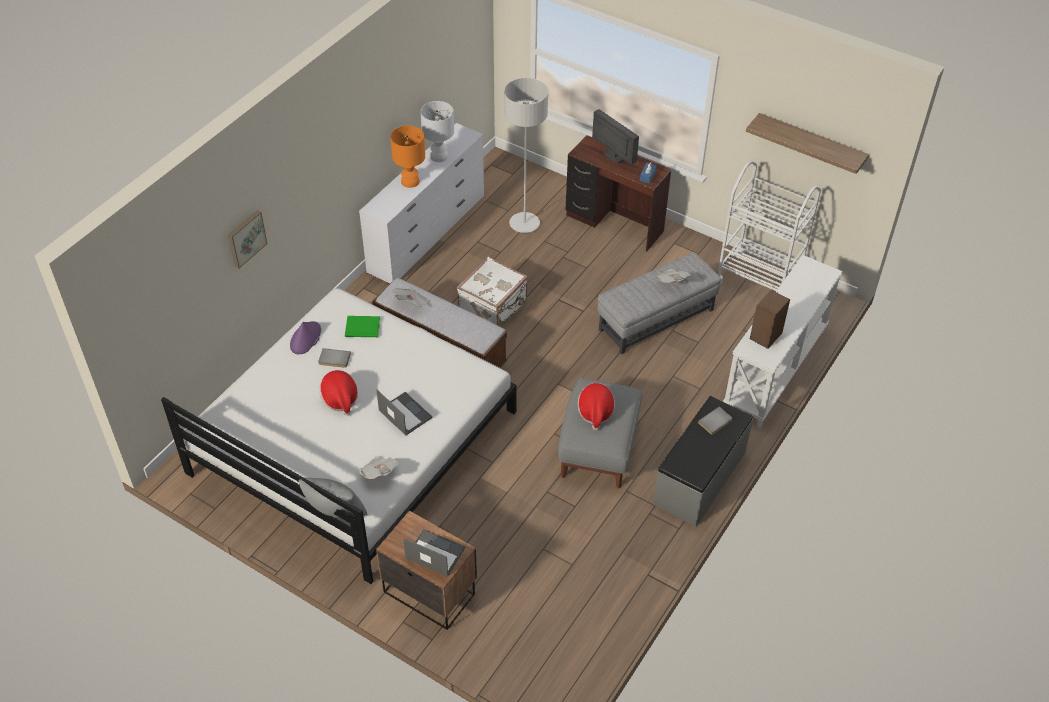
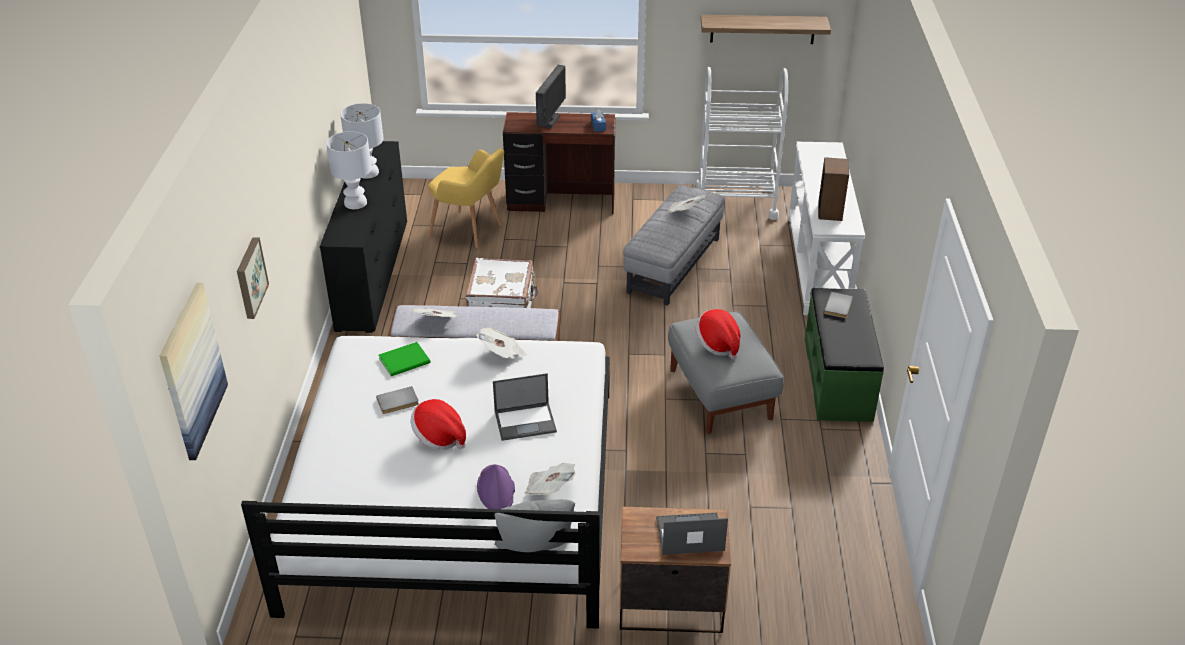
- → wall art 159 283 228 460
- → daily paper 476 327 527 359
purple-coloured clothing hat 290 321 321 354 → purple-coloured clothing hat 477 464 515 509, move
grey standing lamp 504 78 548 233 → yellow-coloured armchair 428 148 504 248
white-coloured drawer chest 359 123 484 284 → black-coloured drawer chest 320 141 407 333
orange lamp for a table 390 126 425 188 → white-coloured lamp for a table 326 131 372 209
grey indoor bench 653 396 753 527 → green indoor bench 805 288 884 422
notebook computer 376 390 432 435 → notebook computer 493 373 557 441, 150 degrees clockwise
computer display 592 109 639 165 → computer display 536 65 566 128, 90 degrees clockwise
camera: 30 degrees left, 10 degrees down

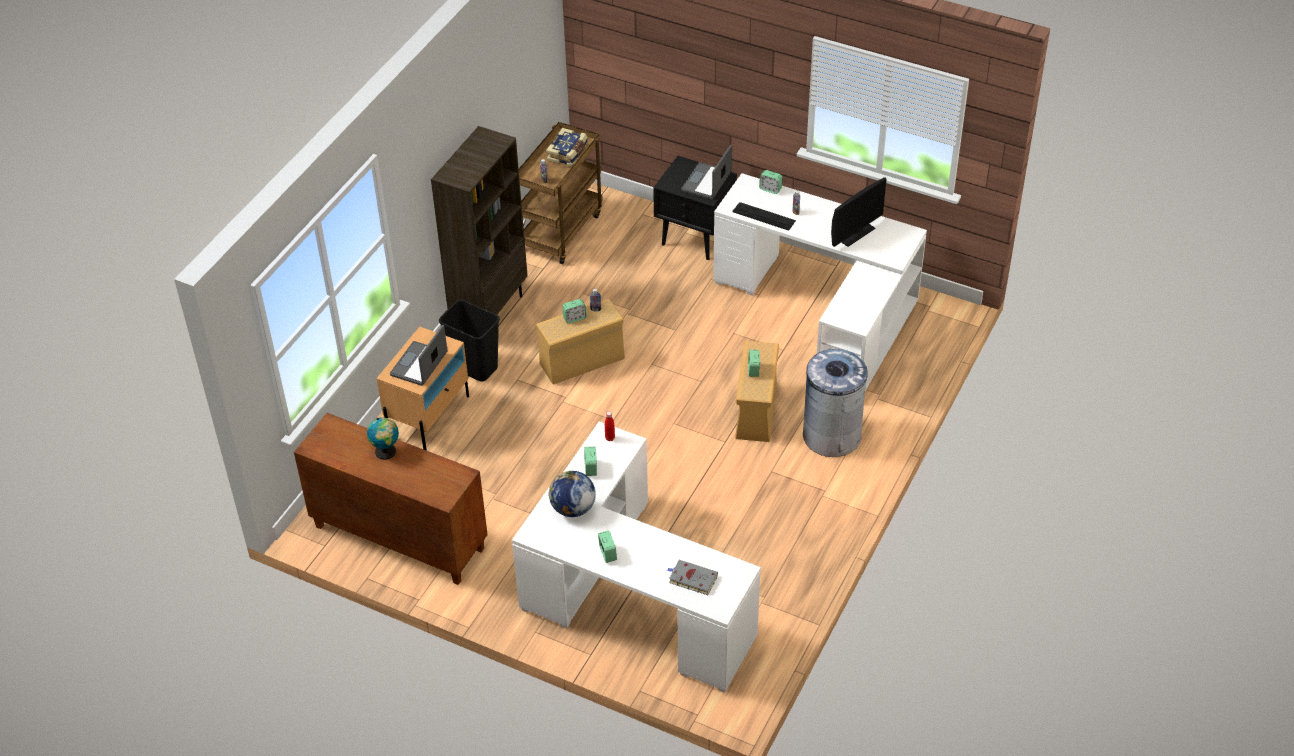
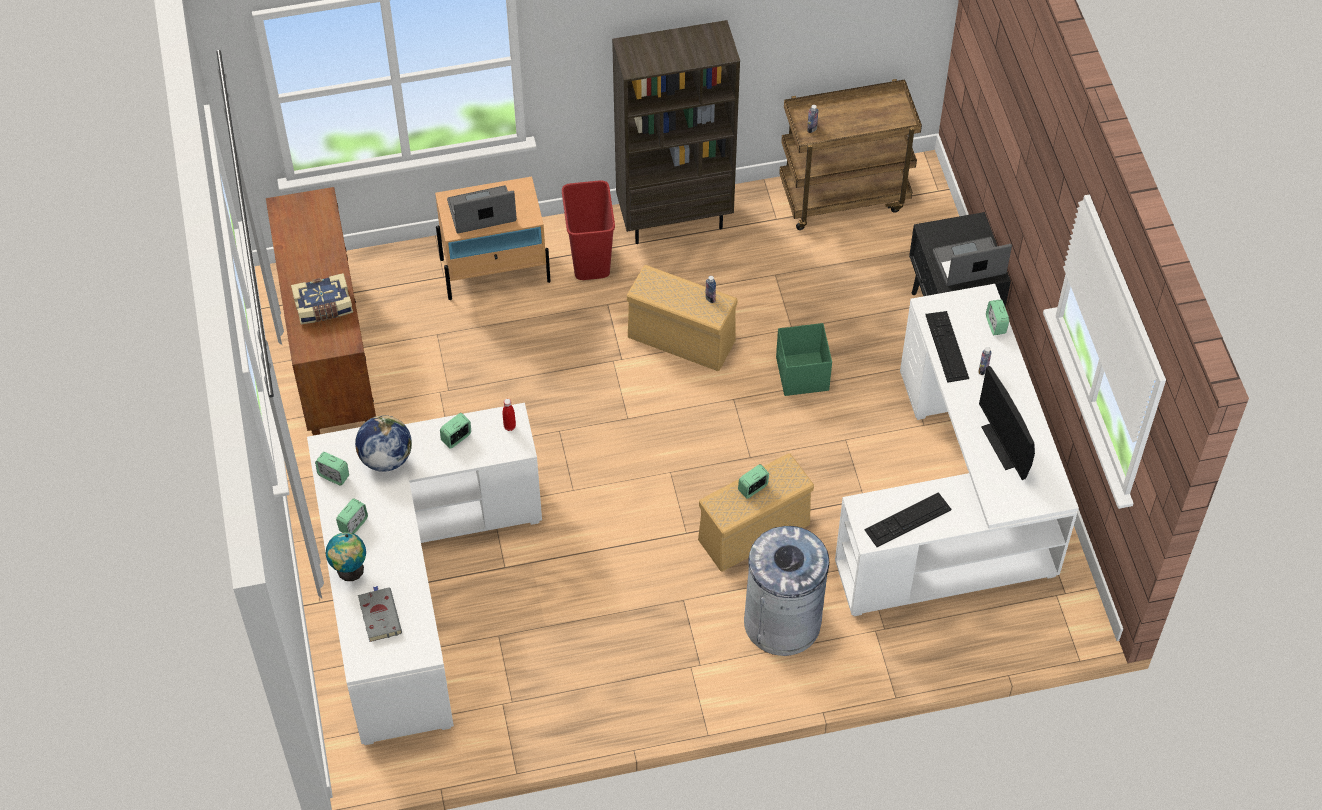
- → green storage bin 776 323 832 396
- → keyboard 864 492 951 547
globe 367 417 399 460 → globe 326 532 366 581, move
volume 546 128 588 167 → volume 291 273 353 325, move
table clock 562 299 586 324 → table clock 315 452 349 486, move
black-coloured rubbish bin 439 300 500 382 → red rubbish bin 562 180 615 280
computer display 831 177 887 247 → computer display 979 366 1035 480, 60 degrees clockwise
camera: 50 degrees right, 10 degrees up

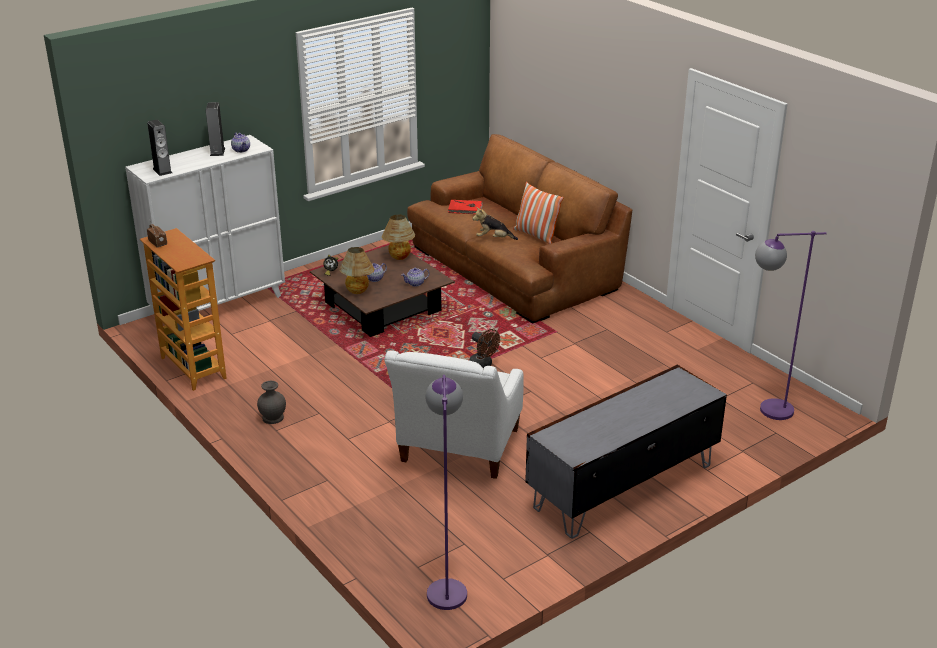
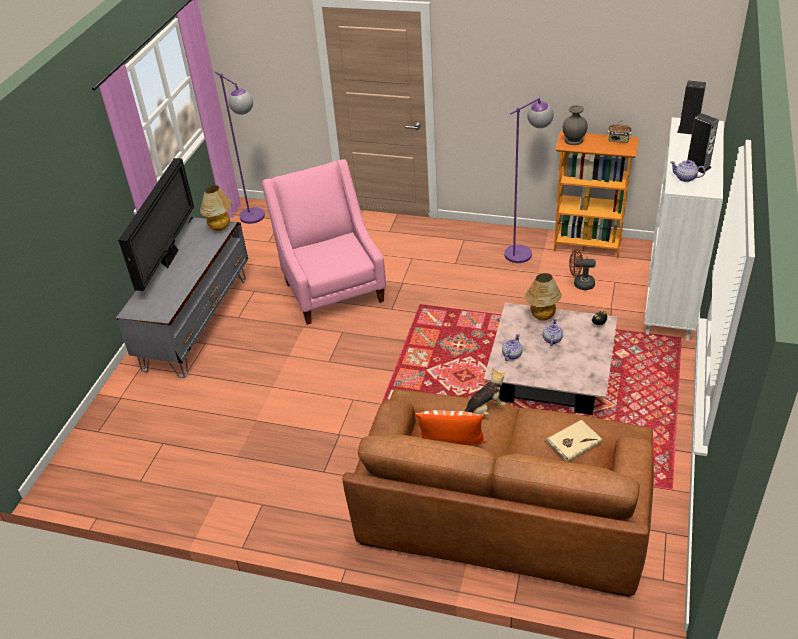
- → television 118 158 194 291
grey vase 257 381 286 424 → grey vase 563 105 588 145, move
lamp for a table 382 215 415 260 → lamp for a table 200 185 232 231, move
brown-coloured electric fan 469 329 500 369 → brown-coloured electric fan 569 249 596 290, move
purple-coloured standing lamp 755 231 827 420 → purple-coloured standing lamp 504 98 554 263, move
brown-coloured low table 310 245 455 337 → pink low table 484 303 617 415
white-coloured armchair 385 350 524 479 → pink armchair 262 159 386 325
red volume 448 200 483 214 → beige volume 545 420 602 462
camera: 145 degrees right, 10 degrees up

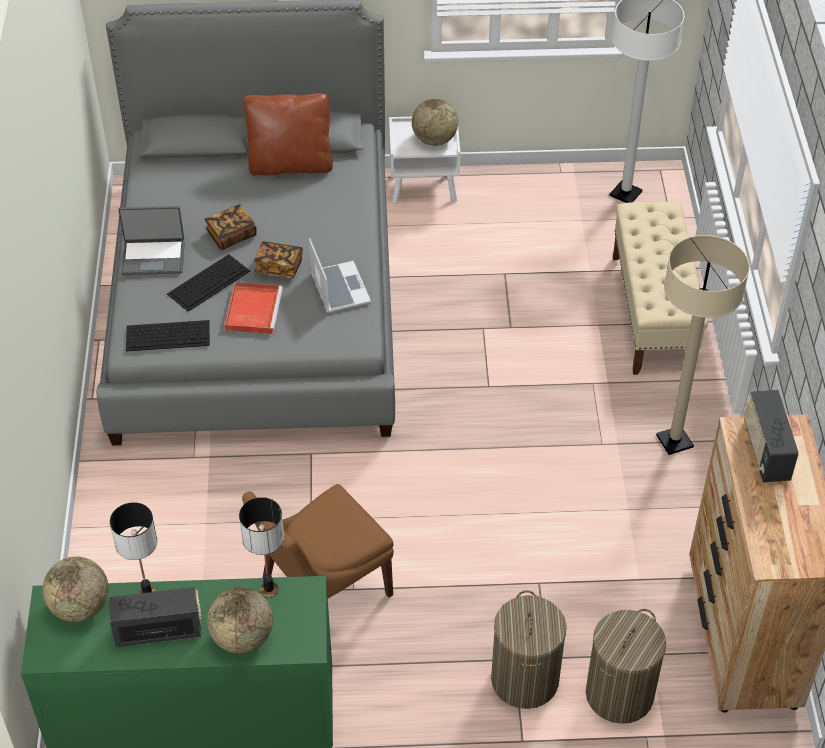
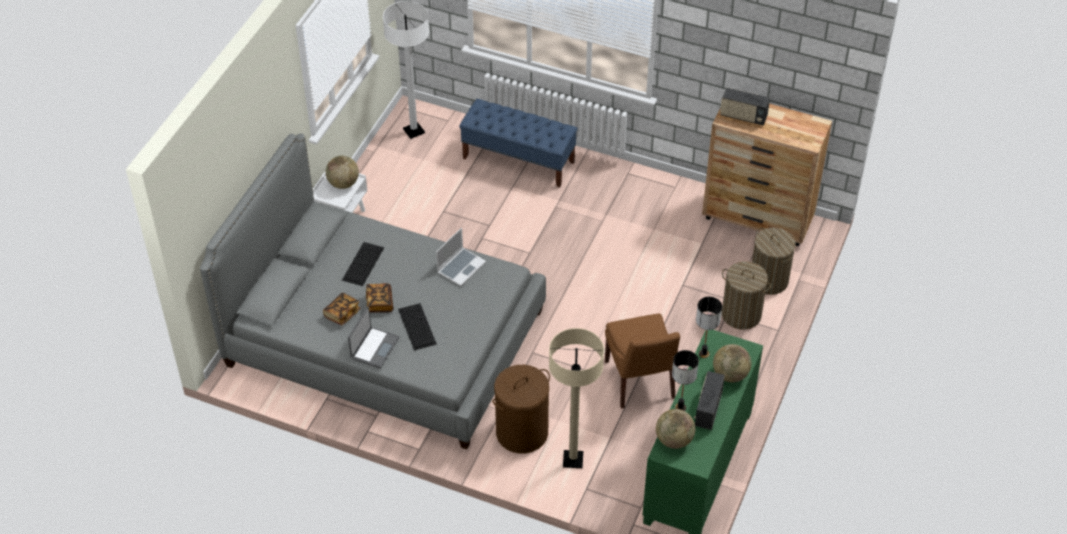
red serving tray 224 282 283 334 → -
brown-coloured throw pillow 243 93 333 176 → -
- → brown-coloured washing basket 492 365 550 454
keyboard 126 320 210 352 → keyboard 342 242 384 286, move
volume 254 241 303 278 → volume 323 293 360 325, move
beige standing lamp 656 235 750 455 → beige standing lamp 549 328 604 468, move
beige indoor bench 613 201 708 375 → blue indoor bench 459 99 578 188
notebook computer 309 239 371 313 → notebook computer 436 228 486 286, 120 degrees clockwise
camera: 65 degrees left, 0 degrees up

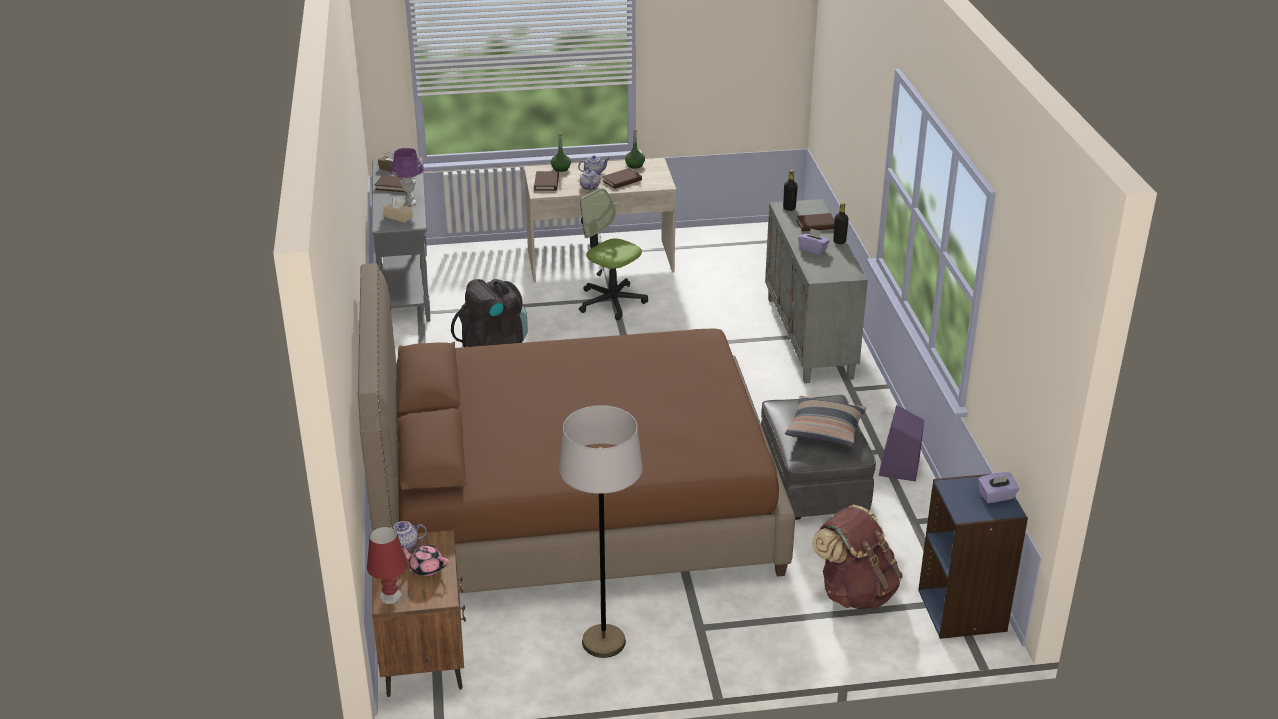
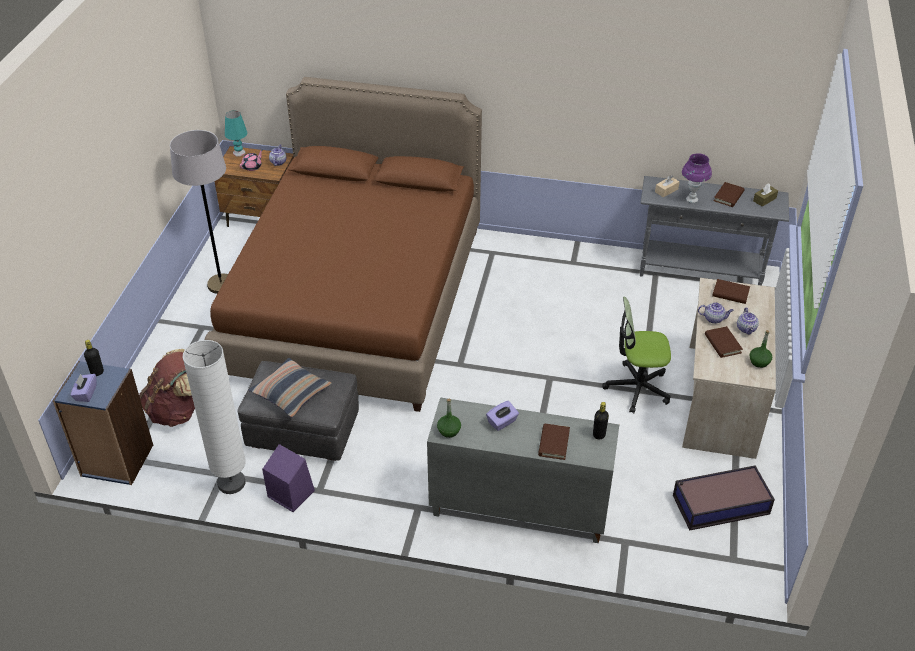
black-coloured backpack 451 279 528 347 → -
- → white-coloured standing lamp 183 340 246 494
- → storage bin 673 465 775 531
green beverage bottle 551 132 571 172 → green beverage bottle 437 399 461 438, move
black-coloured beverage bottle 833 202 848 244 → black-coloured beverage bottle 84 340 104 376, move
red lamp for a table 367 527 407 604 → turquoise lamp for a table 225 110 247 157
office chair 579 188 648 320 → office chair 602 296 671 413, 150 degrees counterclockwise
camera: 110 degrees right, 10 degrees up

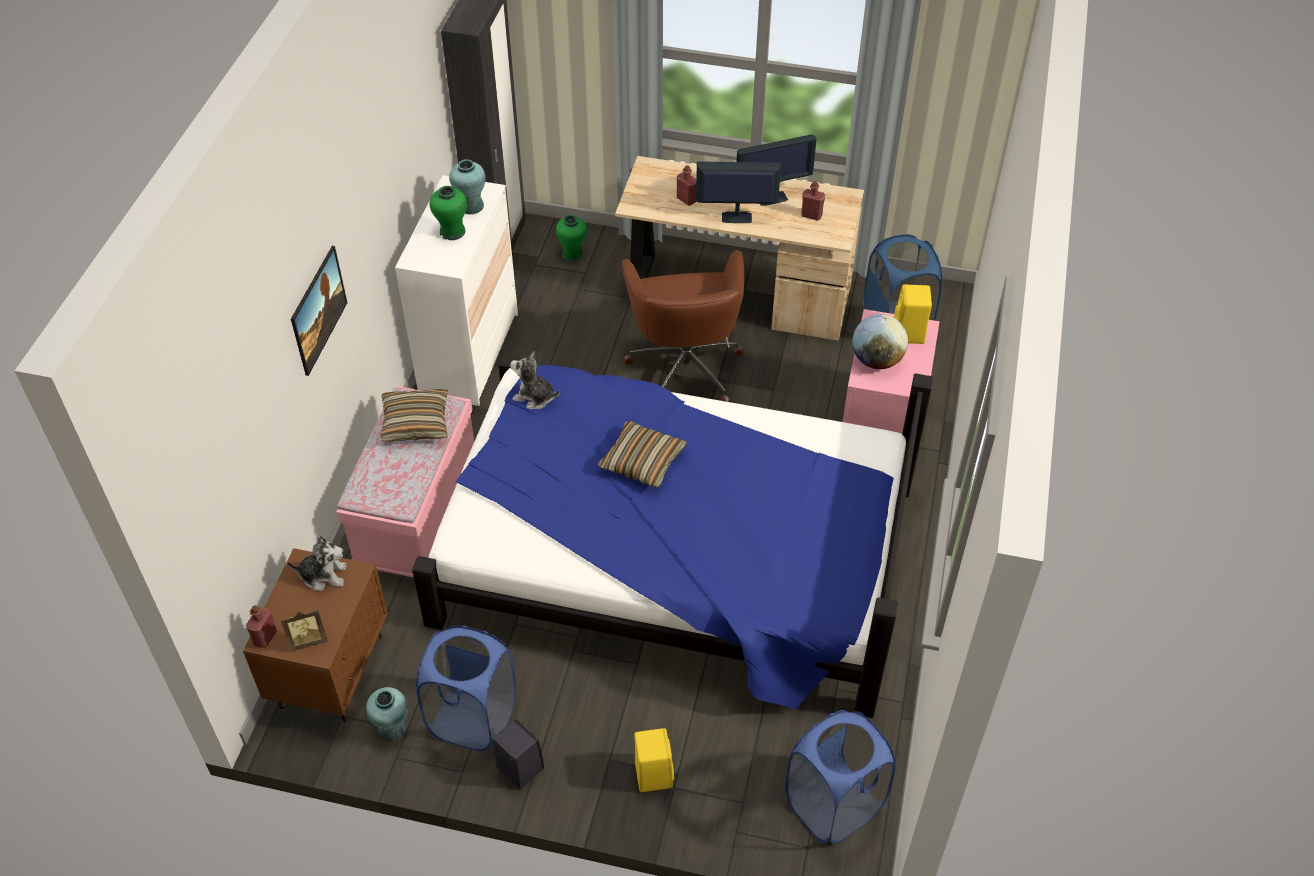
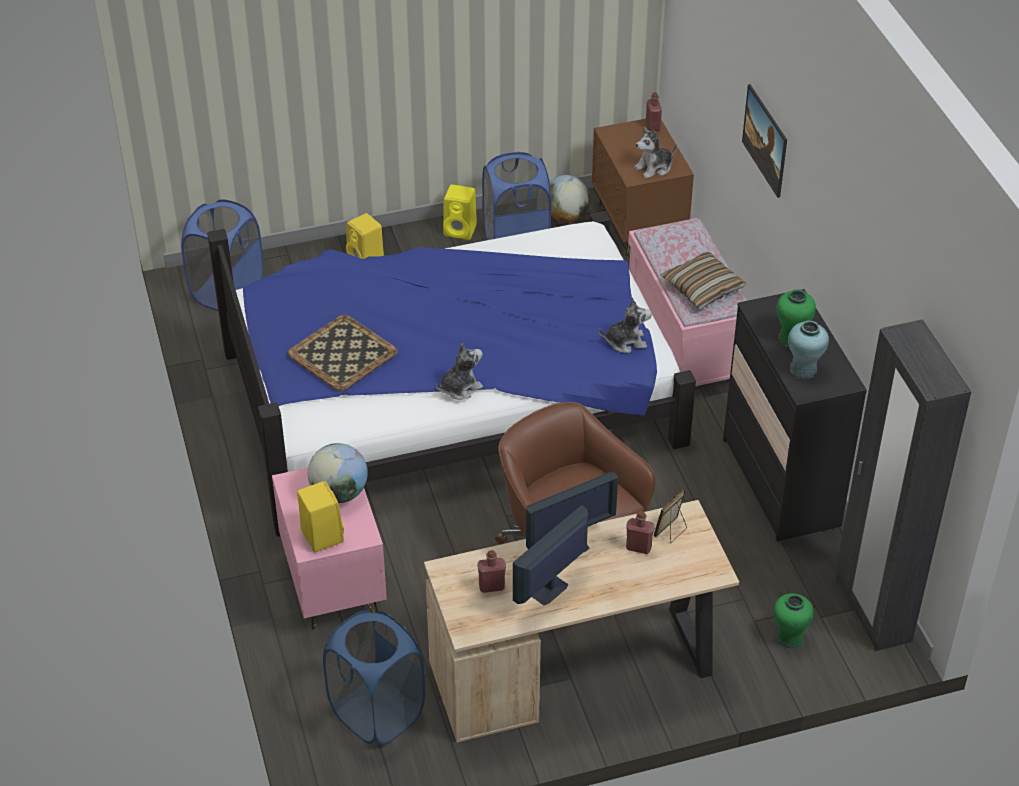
throw pillow 598 421 687 488 → -
- → serving tray 287 315 398 391
- → soft toy 436 343 483 400
photo frame 281 610 328 652 → photo frame 654 489 687 543, move
turquoise vase 366 687 408 741 → globe 550 175 590 222
white-coloured drawer chest 395 175 518 406 → black-coloured drawer chest 723 289 867 542
black-coloured loudspeaker 492 719 544 789 → yellow-coloured loudspeaker 443 185 477 240
camera: 150 degrees right, 5 degrees down

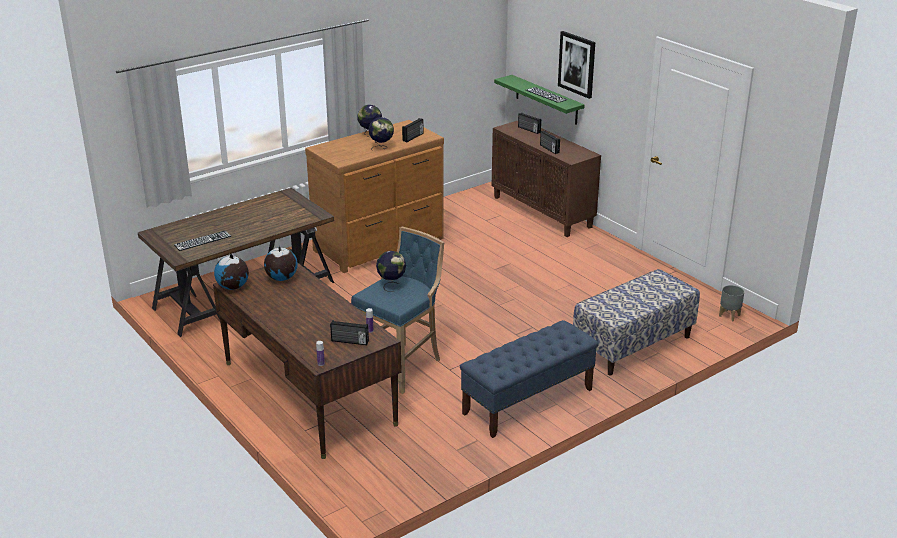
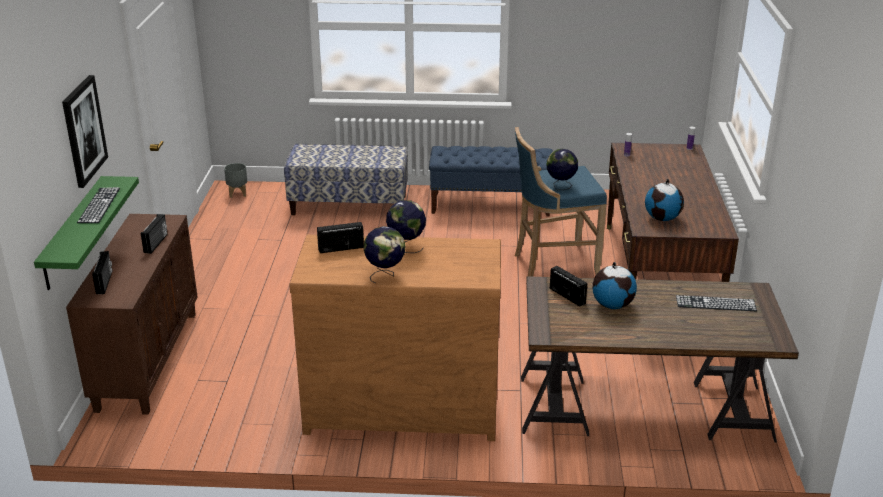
globe 214 254 249 290 → globe 592 262 637 309, move
radio set 330 320 369 345 → radio set 550 266 587 307, move
camera: 140 degrees left, 0 degrees up

